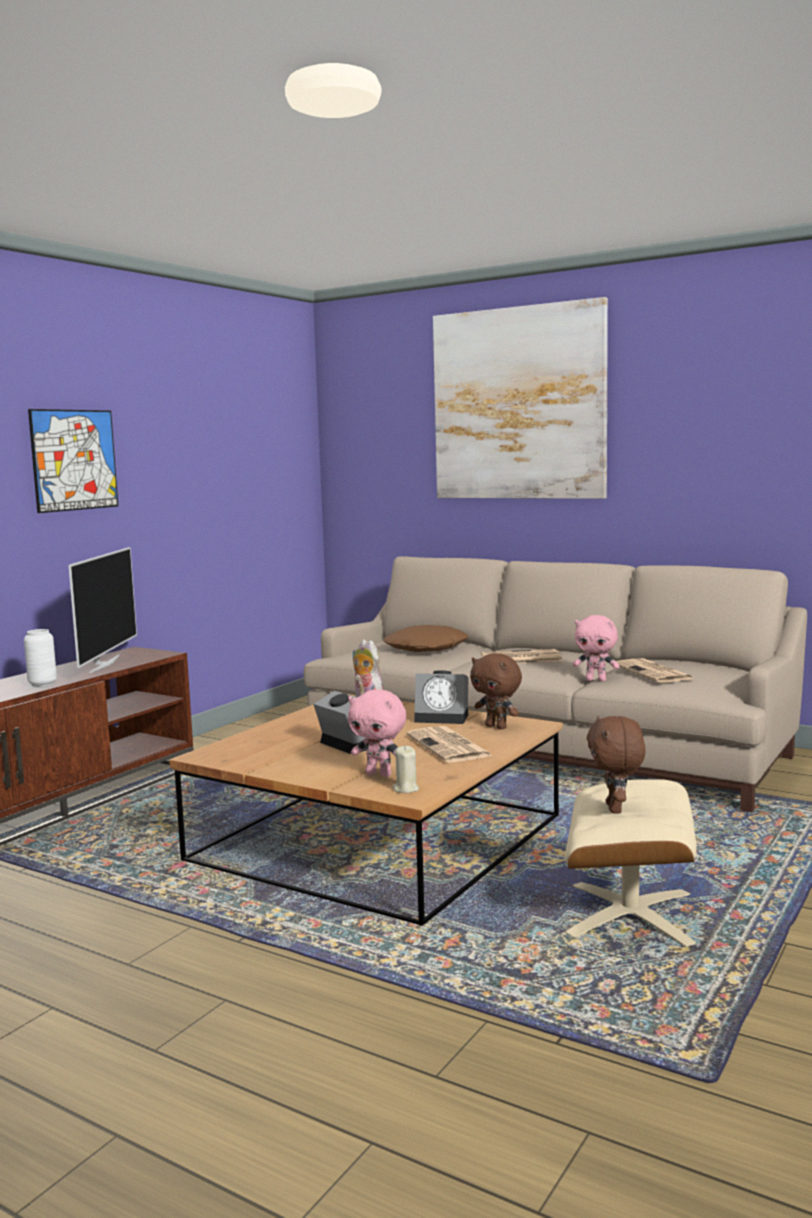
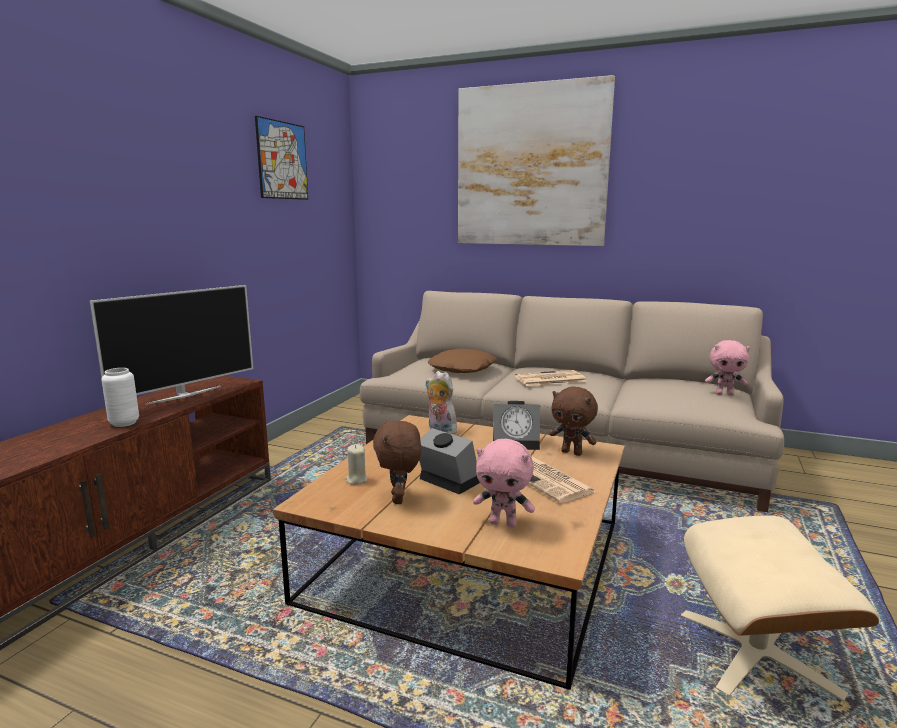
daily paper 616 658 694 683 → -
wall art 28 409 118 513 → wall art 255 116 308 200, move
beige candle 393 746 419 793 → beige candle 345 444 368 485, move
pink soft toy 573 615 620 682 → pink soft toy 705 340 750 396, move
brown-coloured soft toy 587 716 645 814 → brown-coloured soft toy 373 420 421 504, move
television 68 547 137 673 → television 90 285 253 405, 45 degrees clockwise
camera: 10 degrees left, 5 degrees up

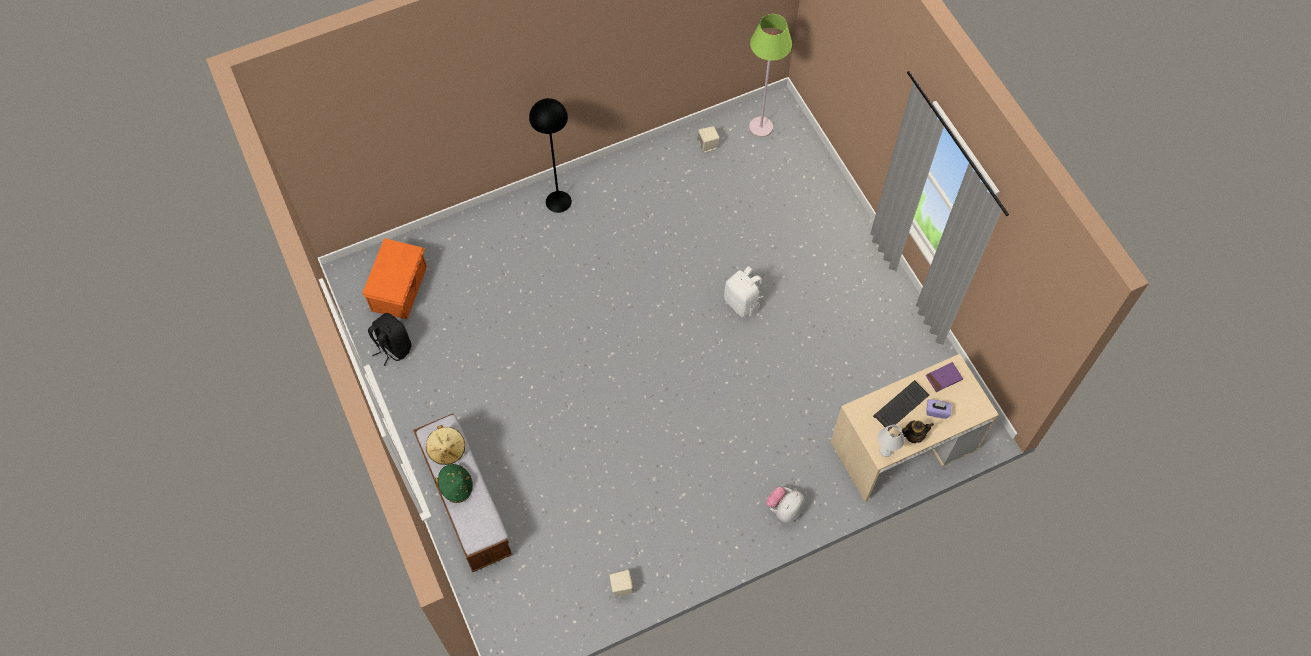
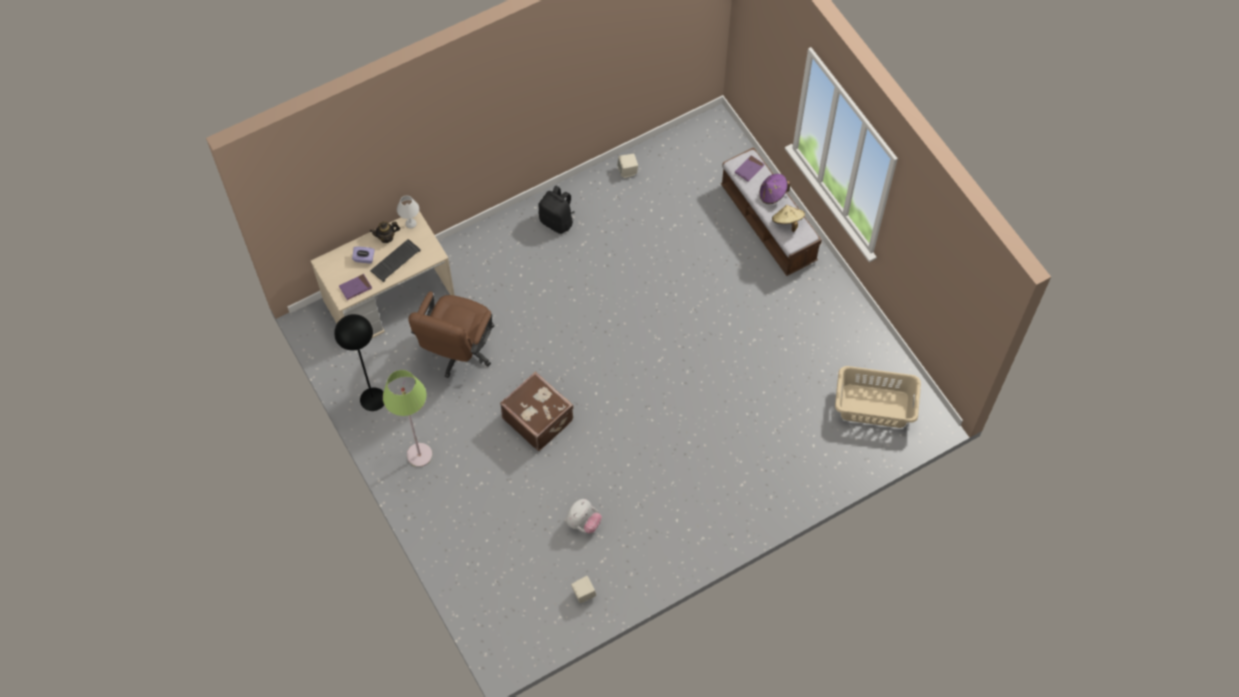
- → brown-coloured office chair 408 291 494 378
- → purple-coloured volume 735 155 765 182
black-coloured backpack 368 313 412 366 → black-coloured backpack 538 186 574 234, move
black-coloured standing lamp 529 98 572 213 → black-coloured standing lamp 334 314 384 411, move
green standing lamp 749 14 792 137 → green standing lamp 383 370 432 467, move
soft toy 766 486 805 523 → soft toy 566 499 602 533, move
orange storage bin 362 238 427 319 → beige washing basket 835 366 921 428
white-coloured backpack 724 266 763 318 → brown-coloured piece of luggage 500 371 574 451
green clothing hat 435 464 473 503 → purple-coloured clothing hat 759 174 790 204
camera: 175 degrees right, 0 degrees up

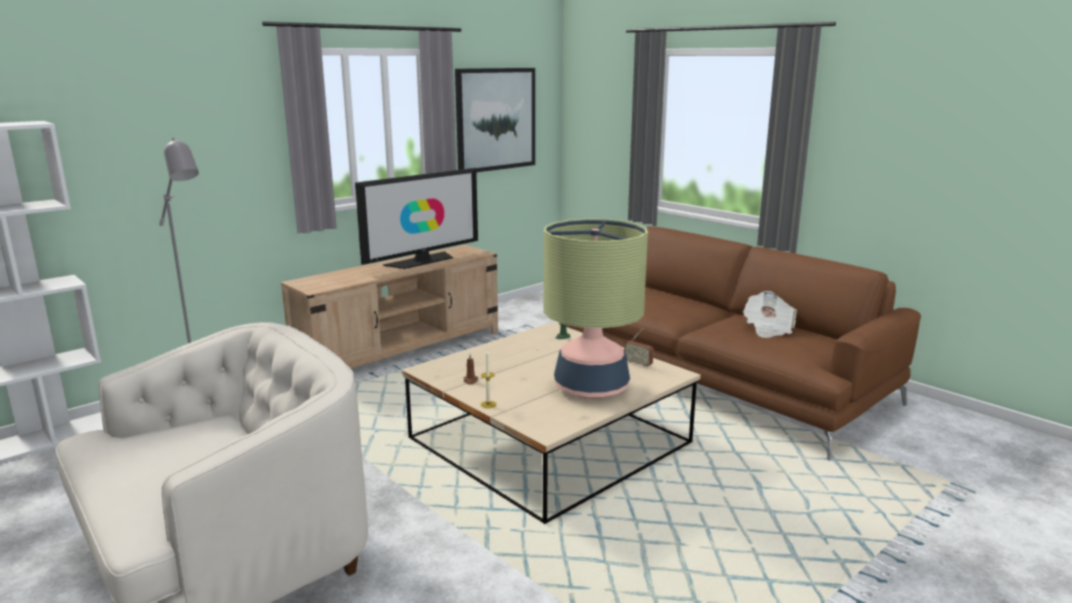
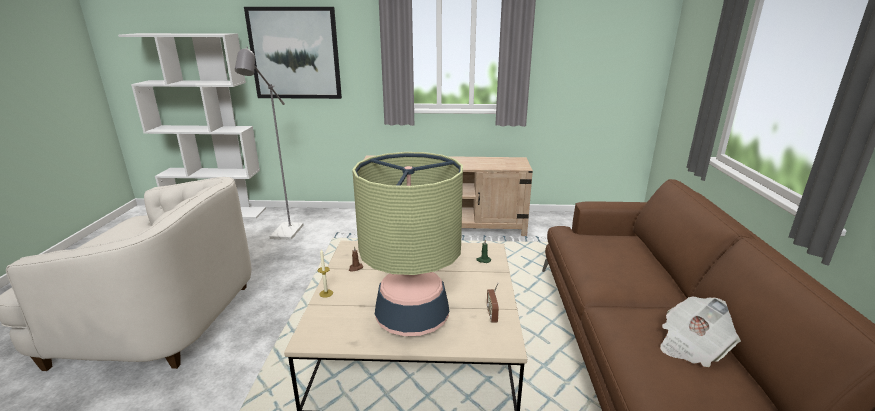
television 355 168 478 269 → -
wall art 455 68 535 172 → wall art 244 7 342 99, move
camera: 45 degrees right, 5 degrees up

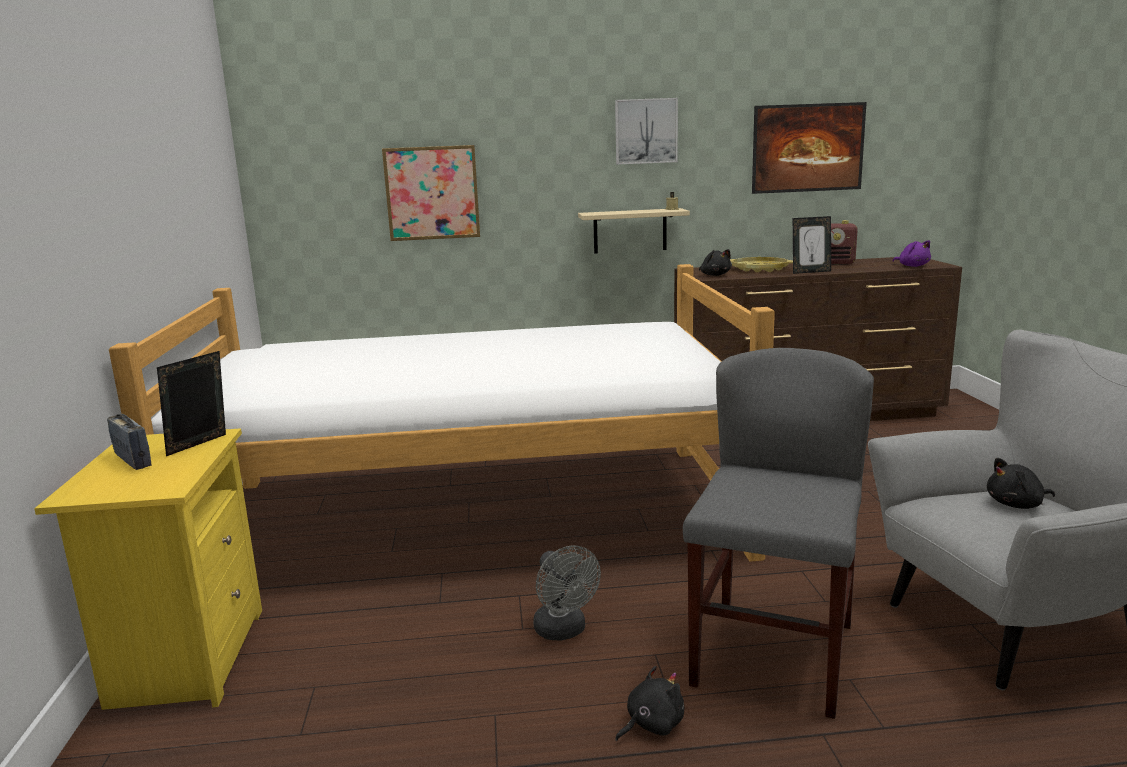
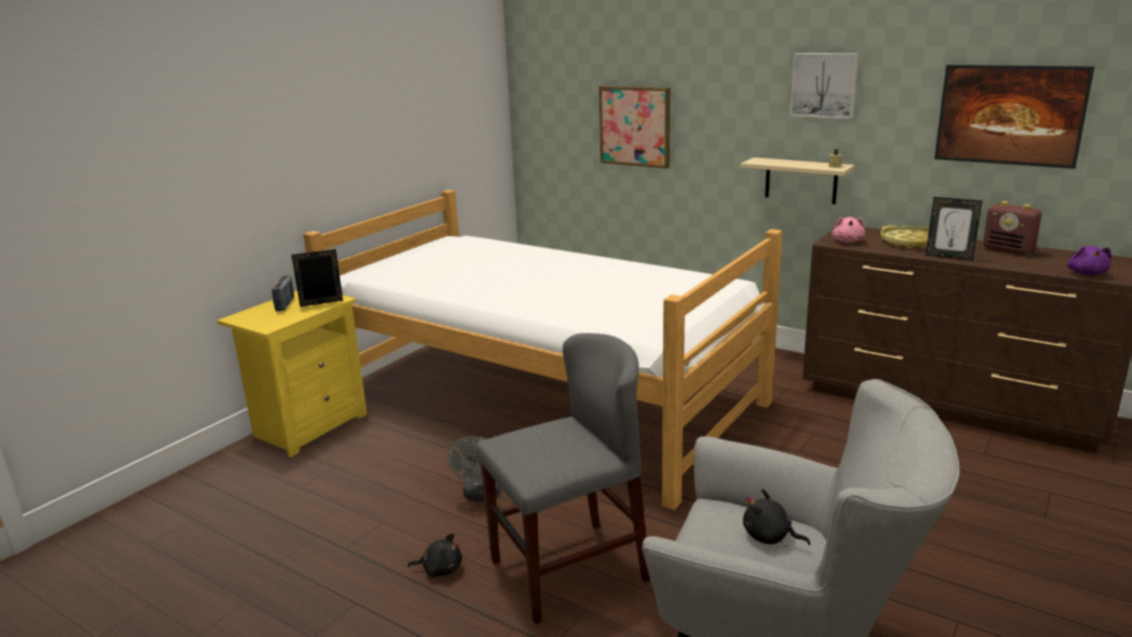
black-coloured soft toy 699 249 732 276 → pink soft toy 832 217 865 243
camera: 40 degrees right, 5 degrees up

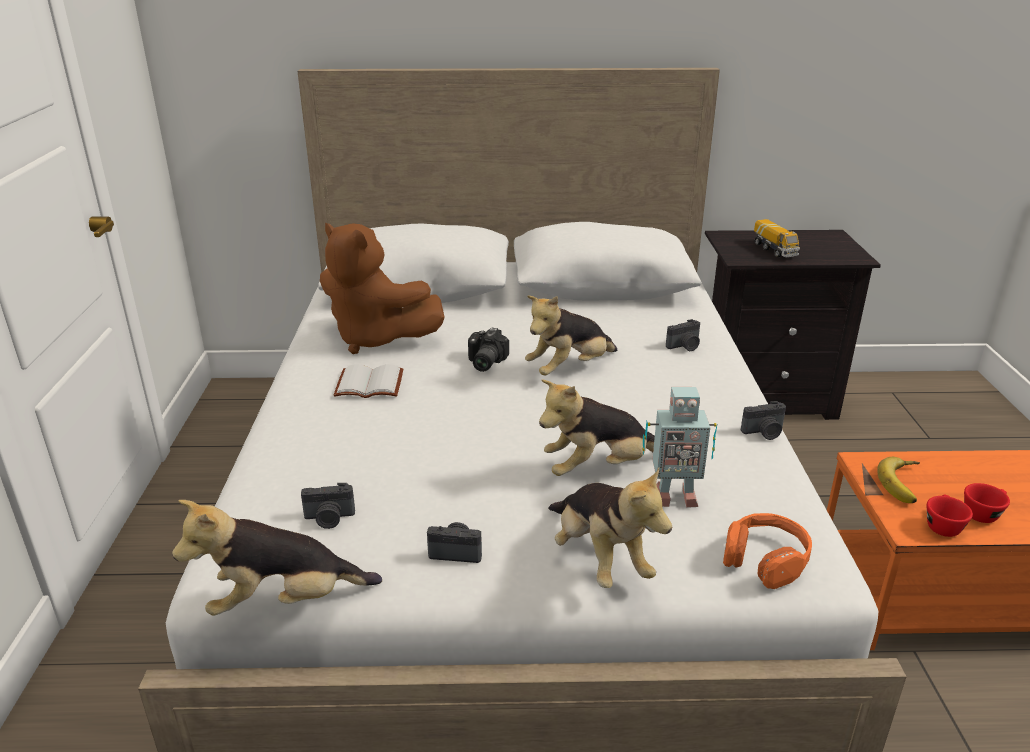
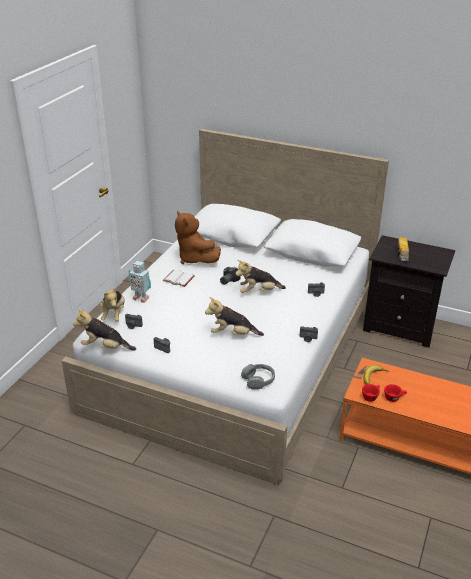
soft toy 548 468 672 588 → soft toy 100 288 125 322, move
model robot 643 387 718 508 → model robot 129 261 151 303, move
orange headset 723 513 812 589 → grey headset 241 364 275 389
camera: 25 degrees right, 5 degrees up

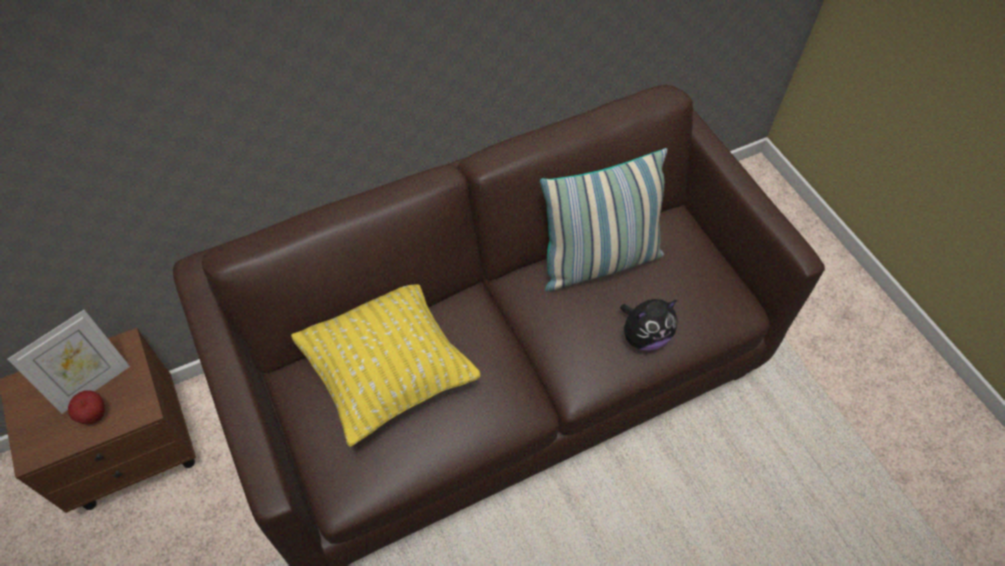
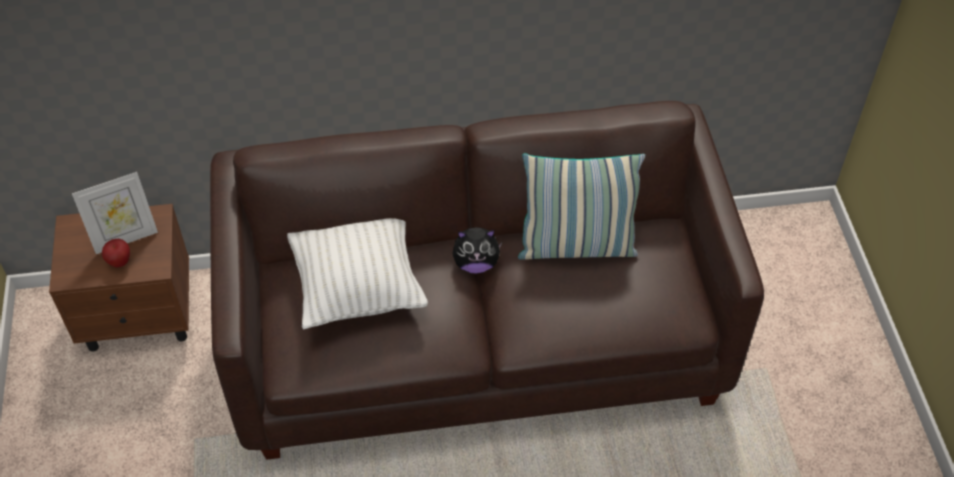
soft toy 620 299 678 351 → soft toy 452 227 503 274, move
yellow-coloured throw pillow 291 285 481 447 → white-coloured throw pillow 287 218 428 329
camera: 20 degrees right, 5 degrees down

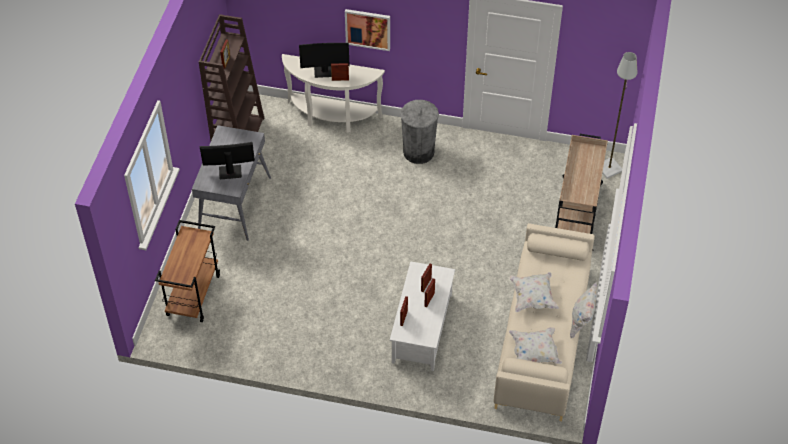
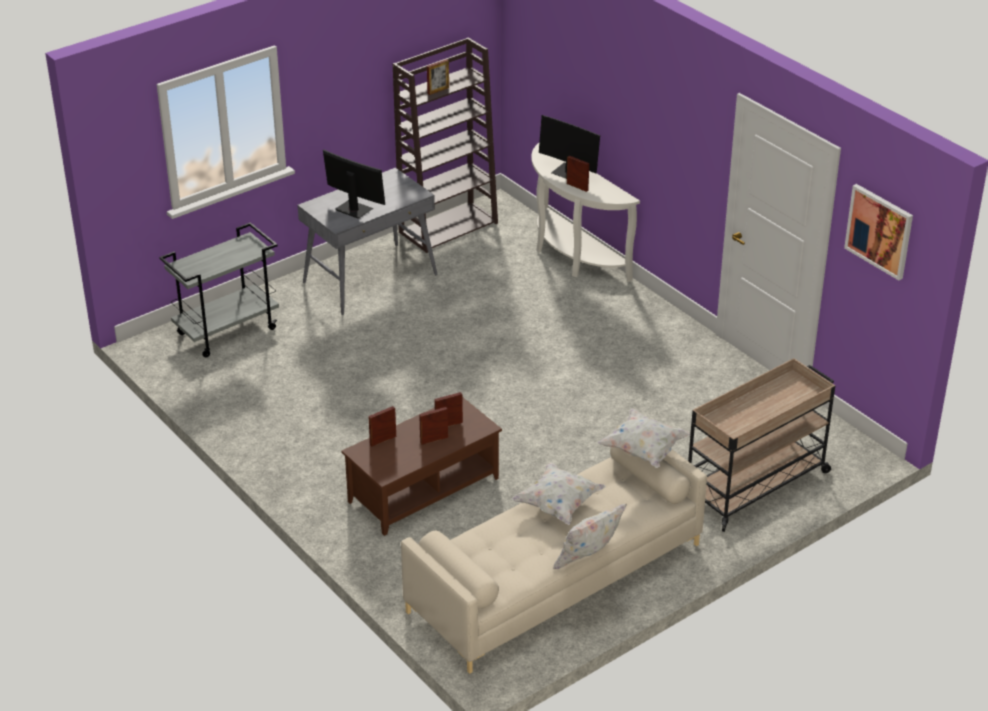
grey rubbish bin 400 100 439 164 → -
grey standing lamp 602 52 637 179 → -
wall art 345 9 390 51 → wall art 844 184 913 280, move
white-coloured throw pillow 509 327 562 364 → white-coloured throw pillow 597 409 690 468, move
brown-coloured trolley 155 220 220 322 → grey trolley 159 222 279 358
white-coloured low table 390 261 455 371 → brown-coloured low table 341 397 502 536
camera: 40 degrees right, 15 degrees down

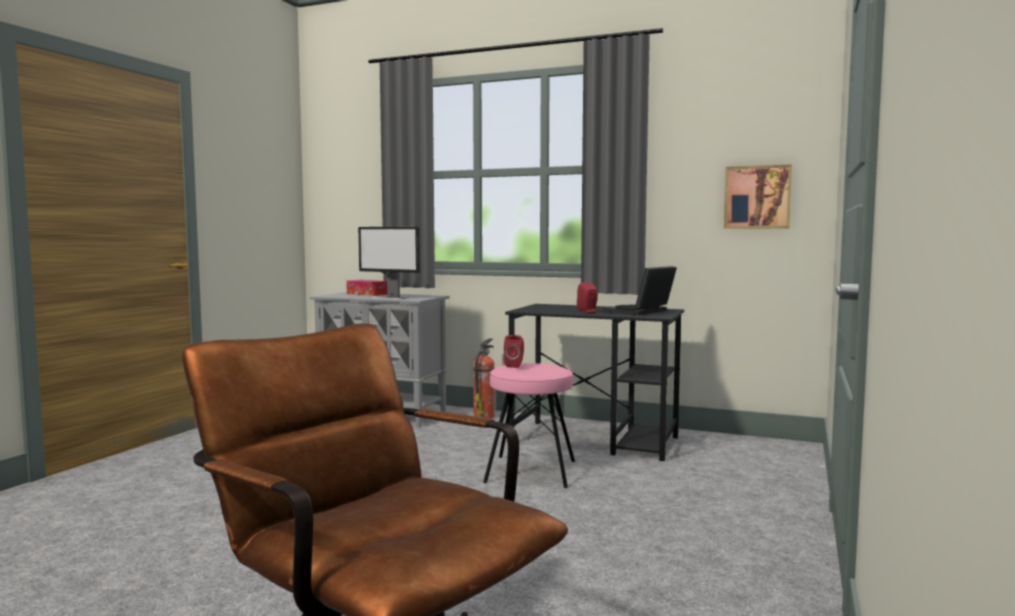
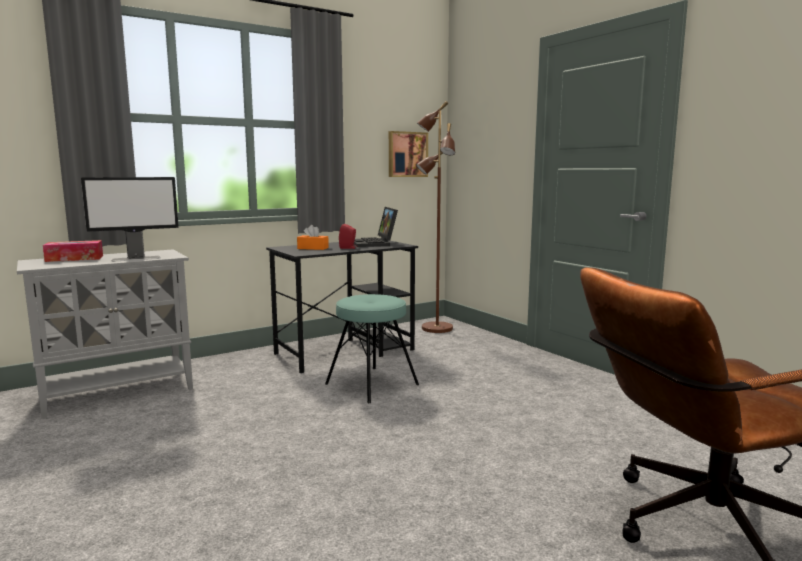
extinguisher 473 338 495 419 → -
red loudspeaker 504 335 524 368 → -
- → orange tissue box 297 225 329 250
- → brown-coloured standing lamp 416 101 455 333
pink stool seat 483 363 575 488 → turquoise stool seat 325 294 419 403
camera: 55 degrees left, 5 degrees up

